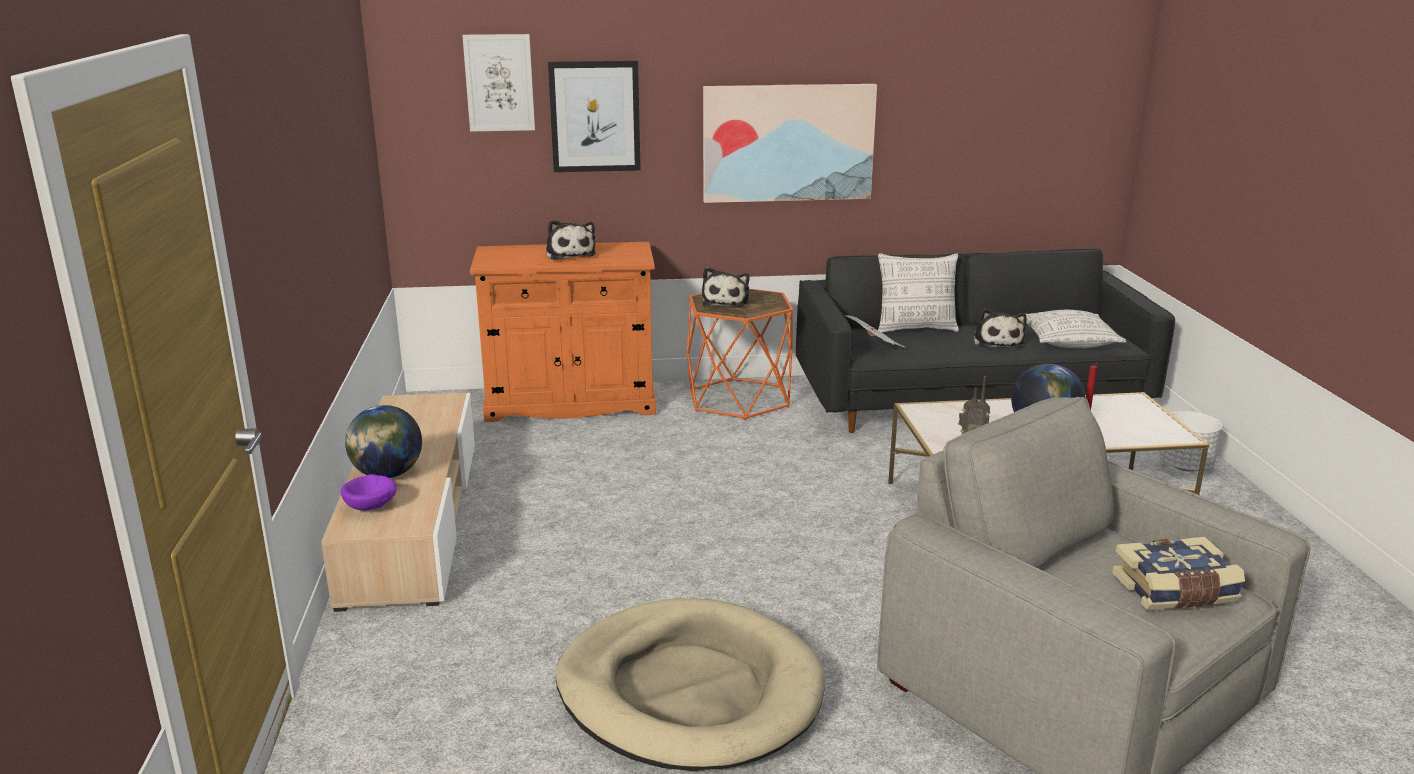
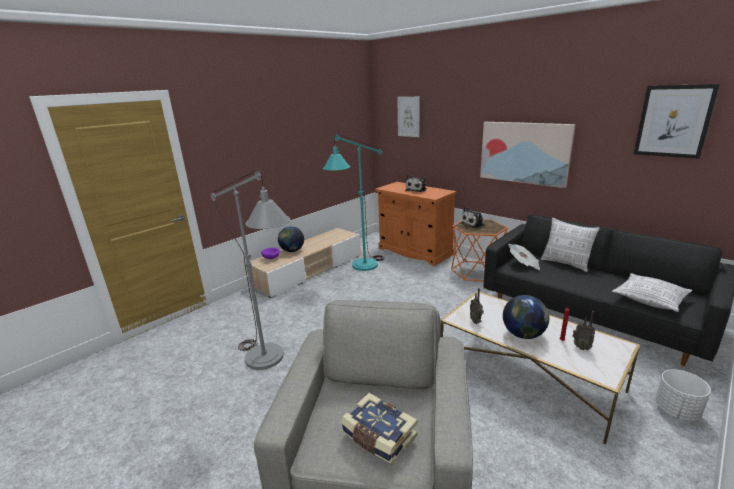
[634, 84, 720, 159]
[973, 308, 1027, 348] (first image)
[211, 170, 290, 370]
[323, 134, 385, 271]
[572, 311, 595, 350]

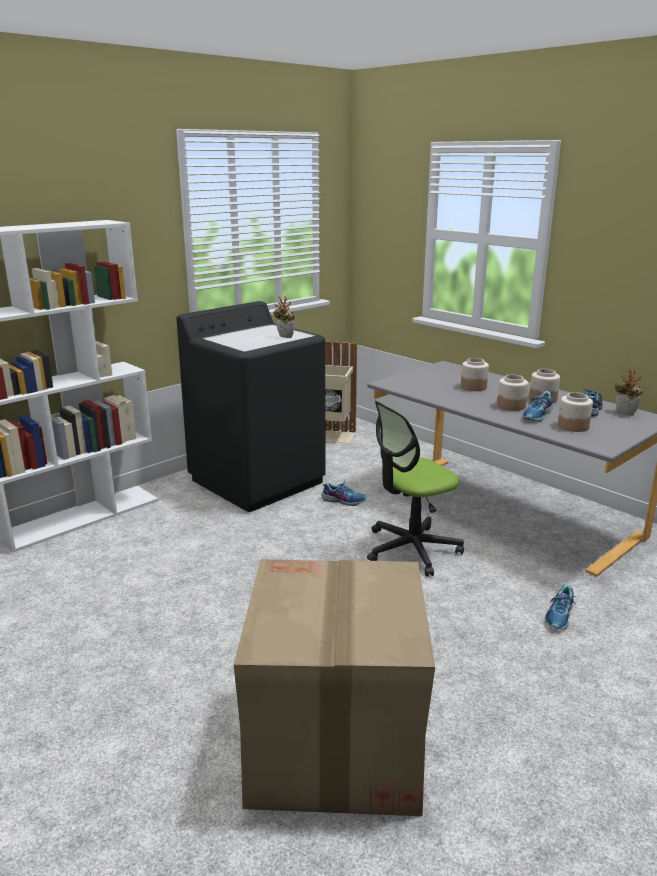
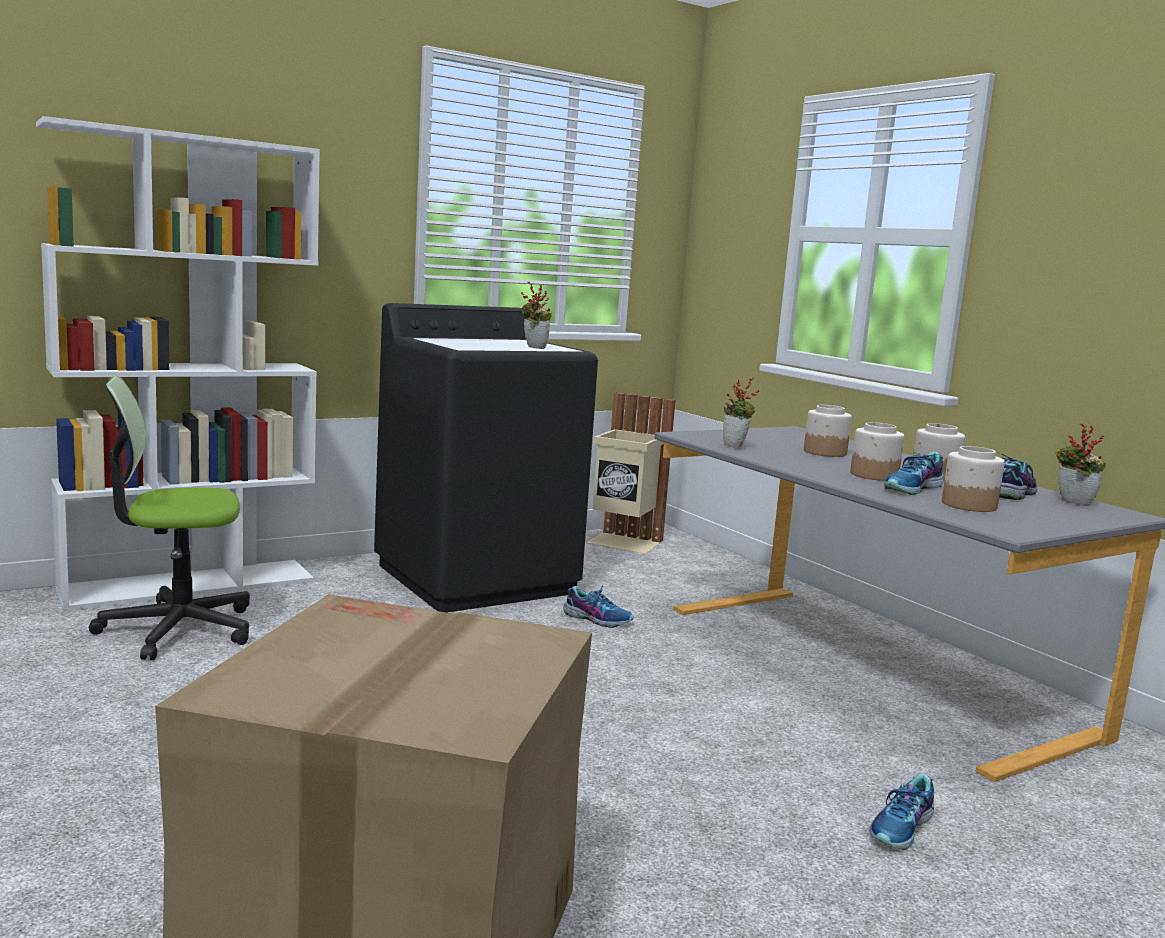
[89, 376, 250, 660]
[723, 377, 759, 448]

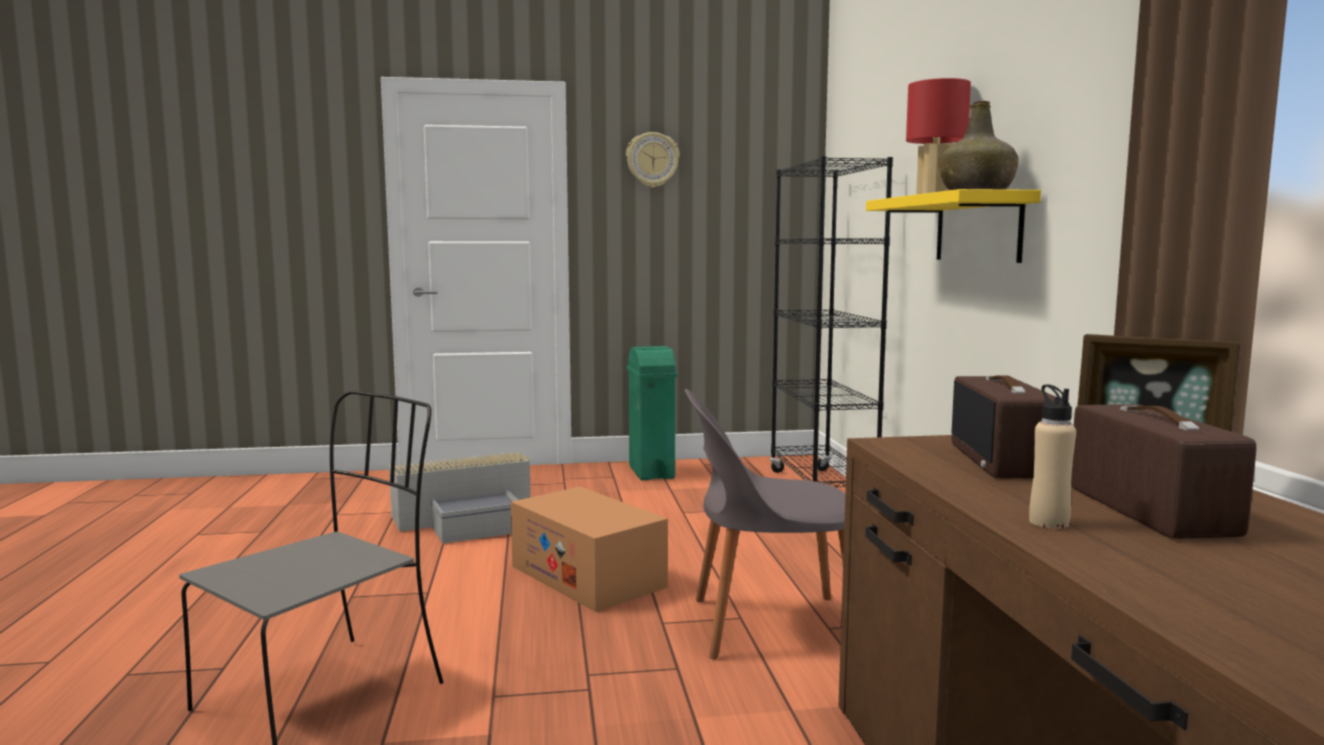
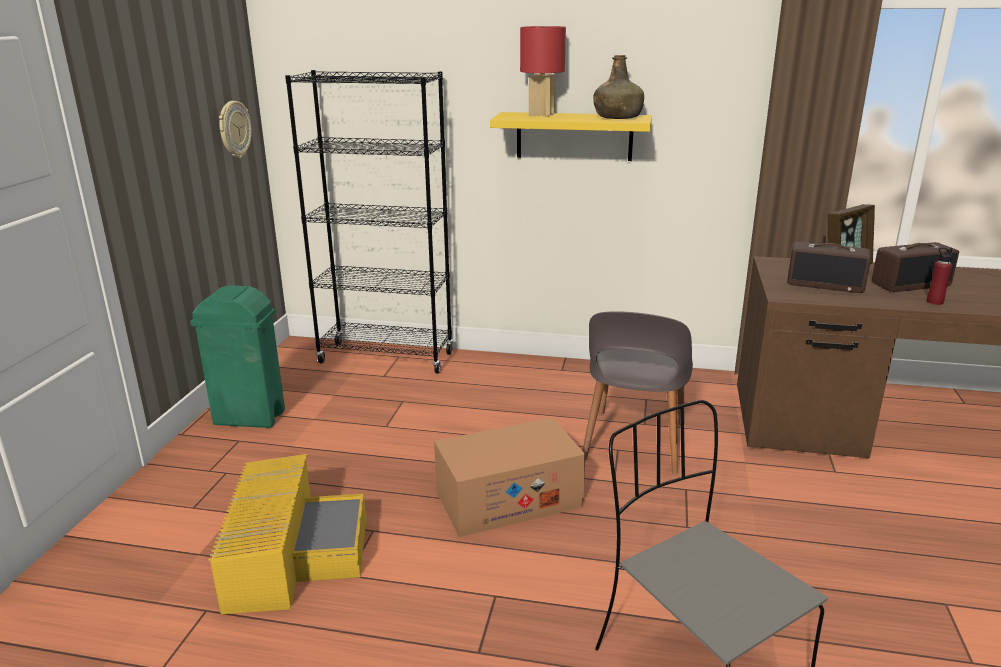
[219, 101, 252, 158]
[927, 247, 953, 305]
[872, 242, 959, 292]
[208, 454, 366, 614]

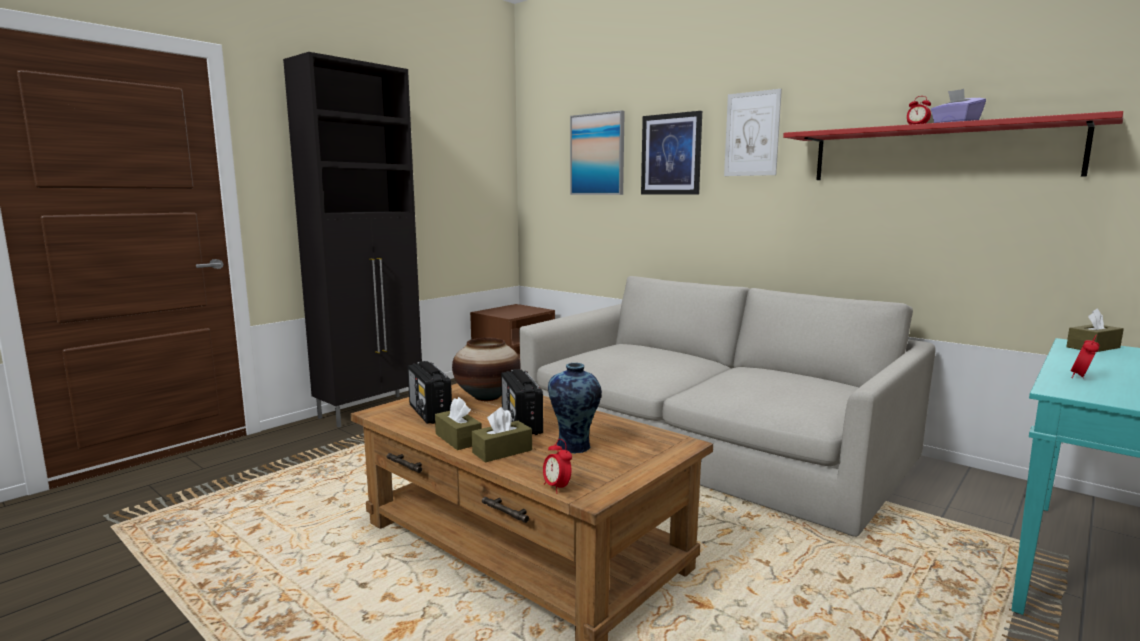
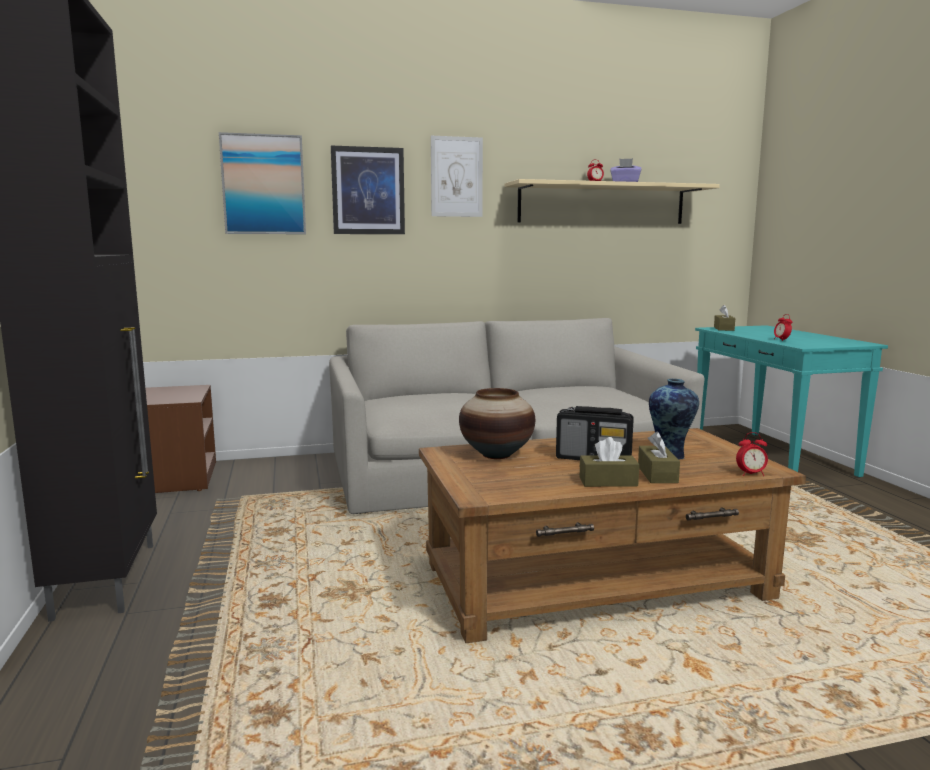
[504, 179, 720, 224]
[408, 361, 452, 424] (first image)

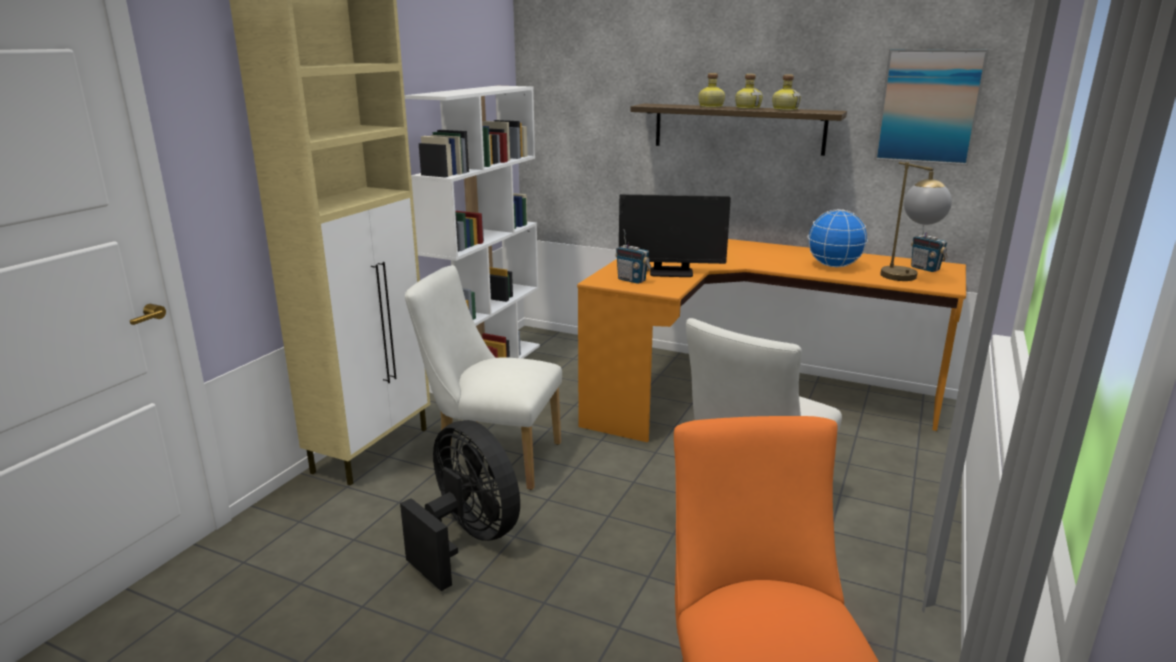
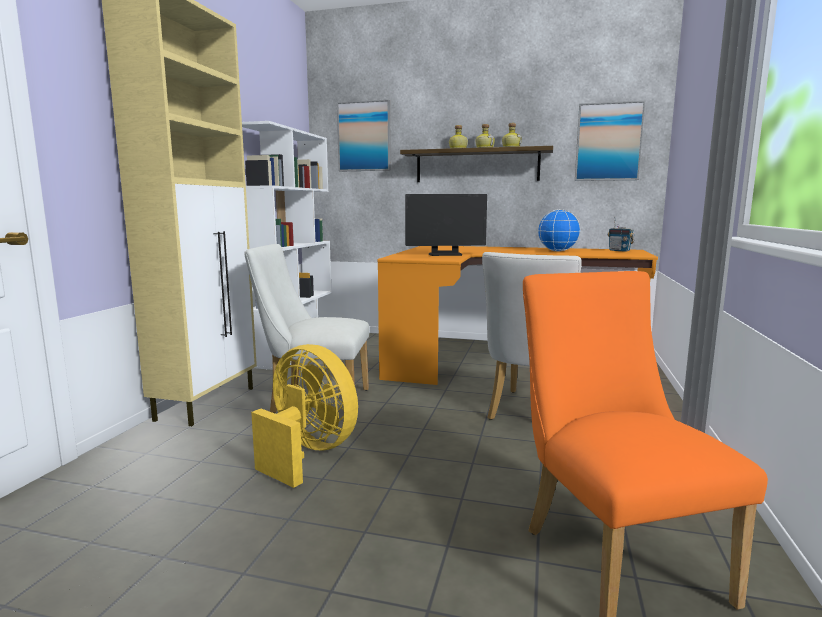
[880, 162, 952, 281] (first image)
[615, 229, 651, 284] (first image)
[251, 344, 358, 488]
[337, 100, 391, 171]

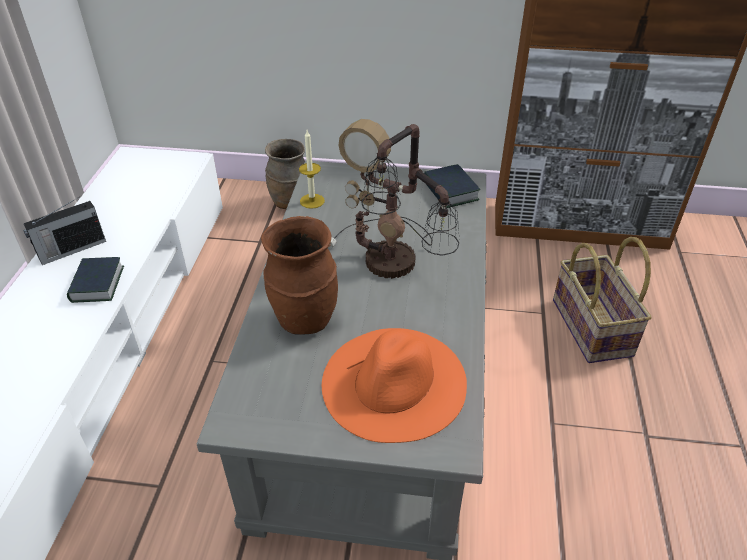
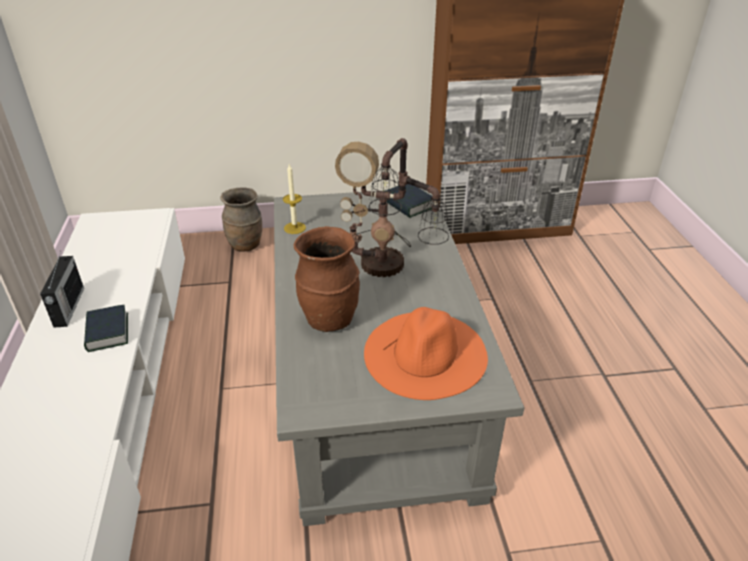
[40, 251, 84, 327]
[553, 237, 652, 363] (first image)

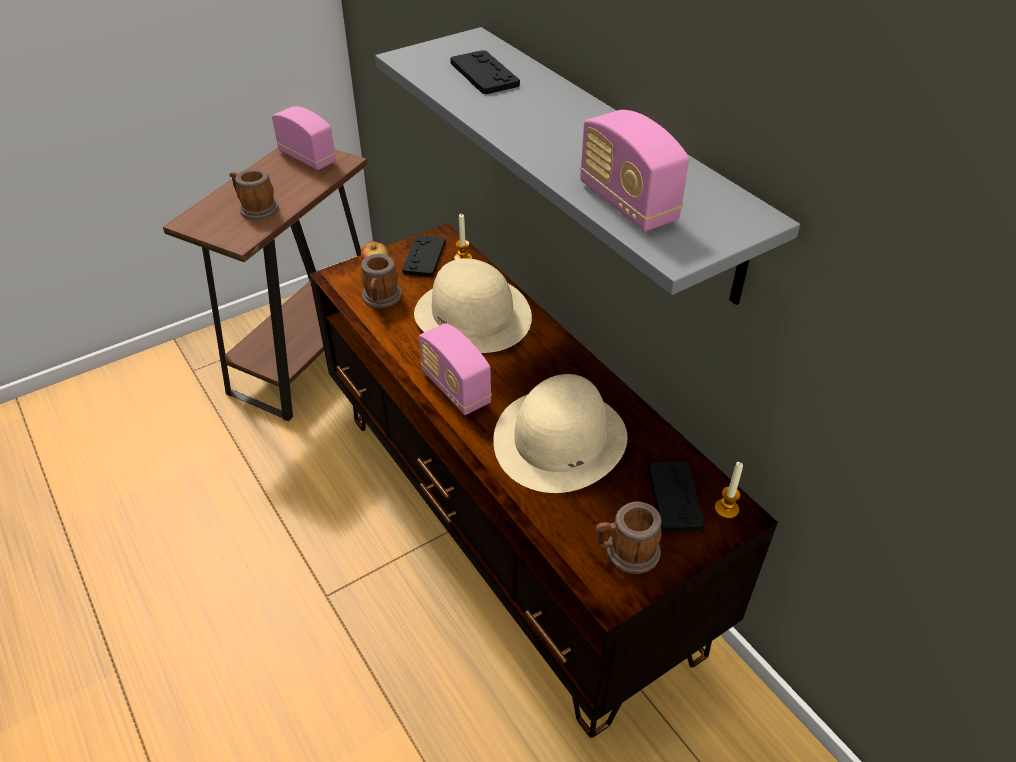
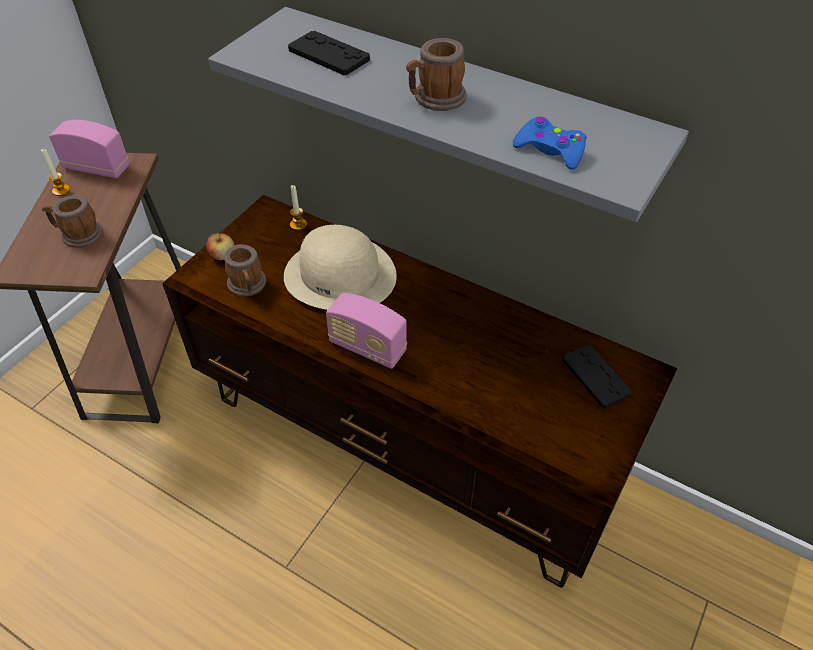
[513, 116, 587, 170]
[402, 235, 446, 277] (first image)
[493, 374, 628, 493] (first image)
[41, 149, 70, 196]
[406, 38, 467, 111]

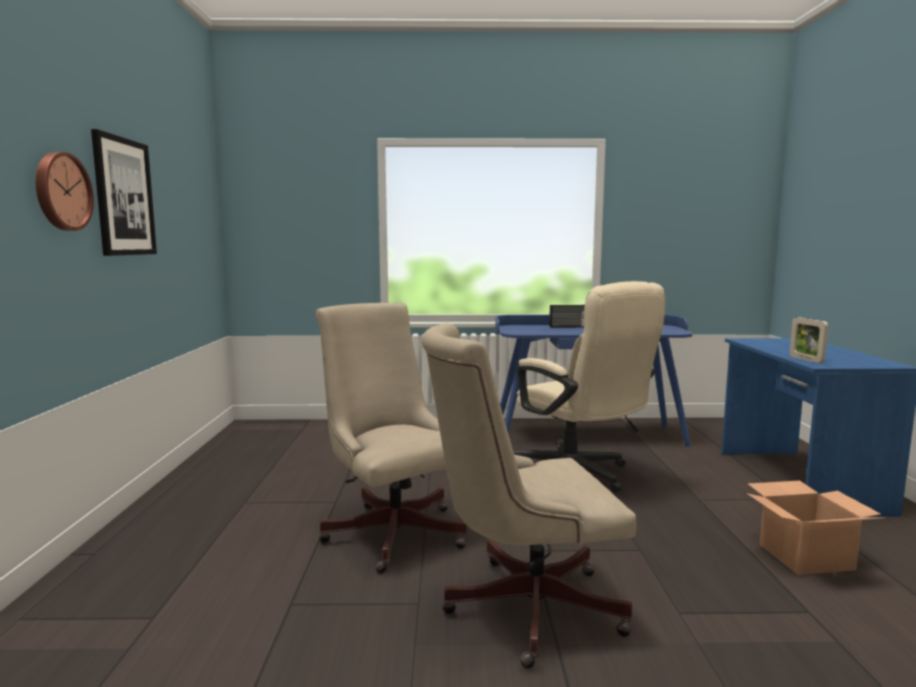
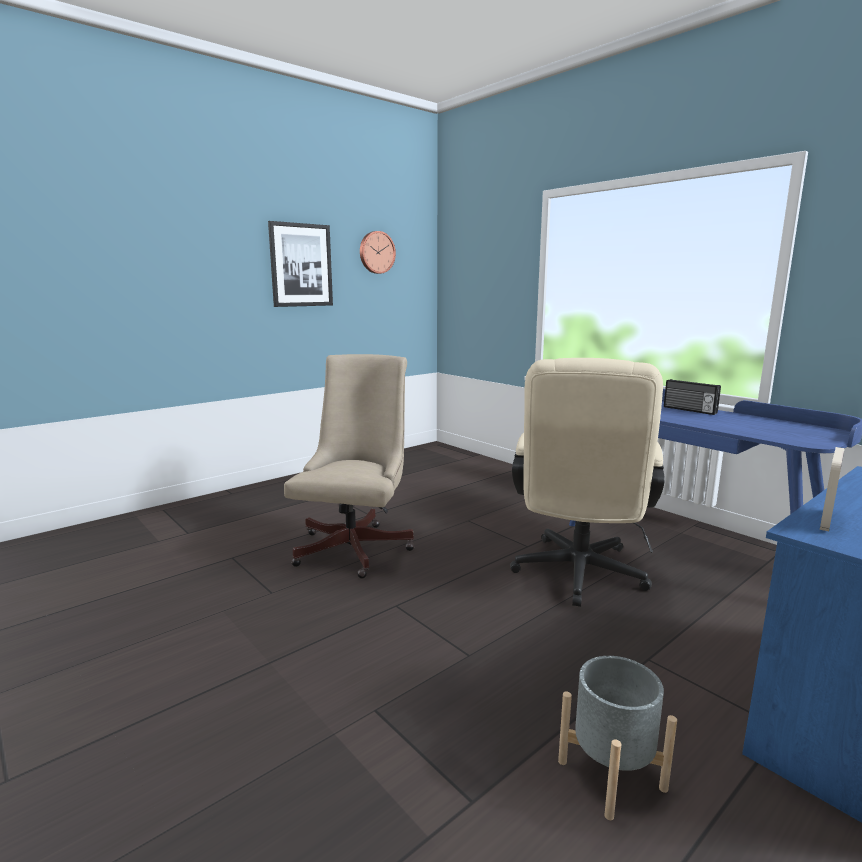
[360, 231, 396, 274]
[422, 323, 636, 668] (first image)
[558, 656, 677, 820]

